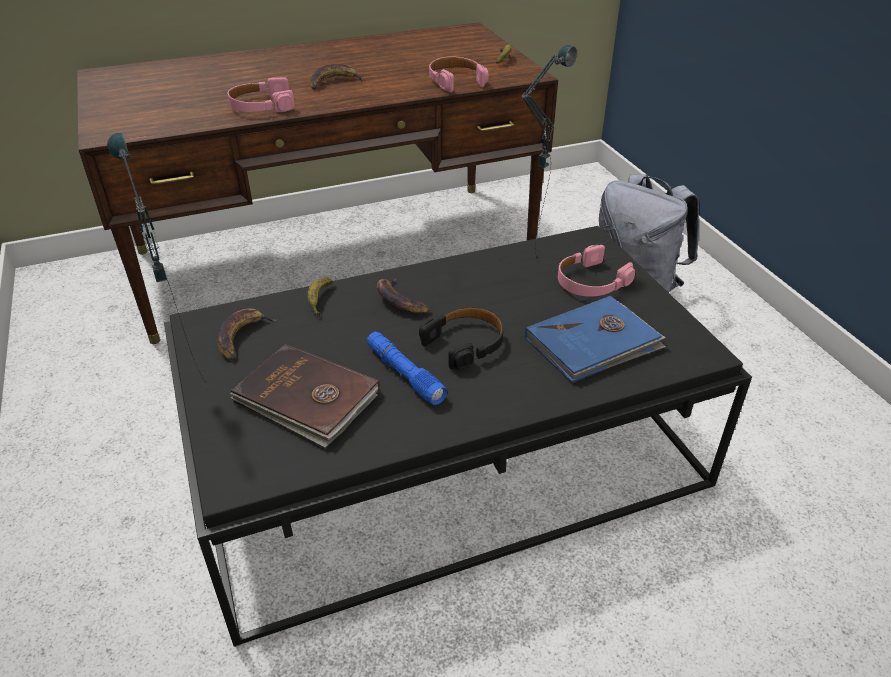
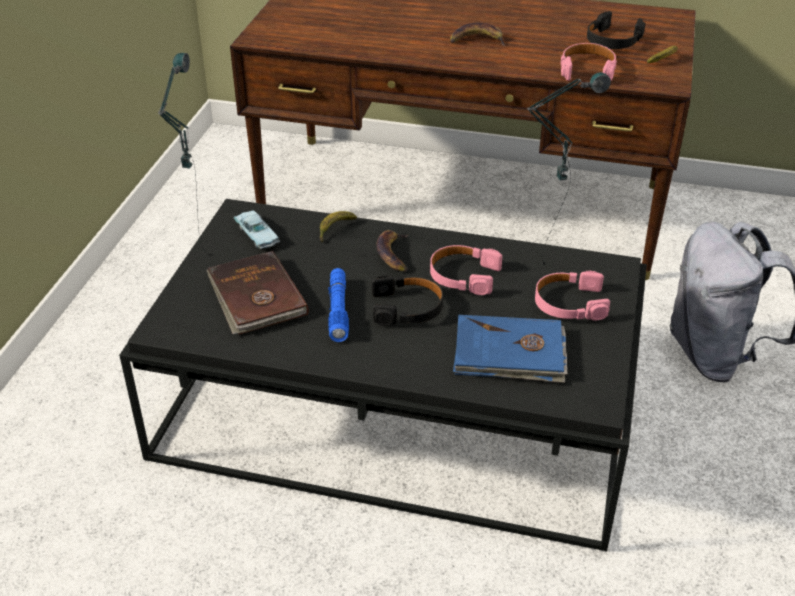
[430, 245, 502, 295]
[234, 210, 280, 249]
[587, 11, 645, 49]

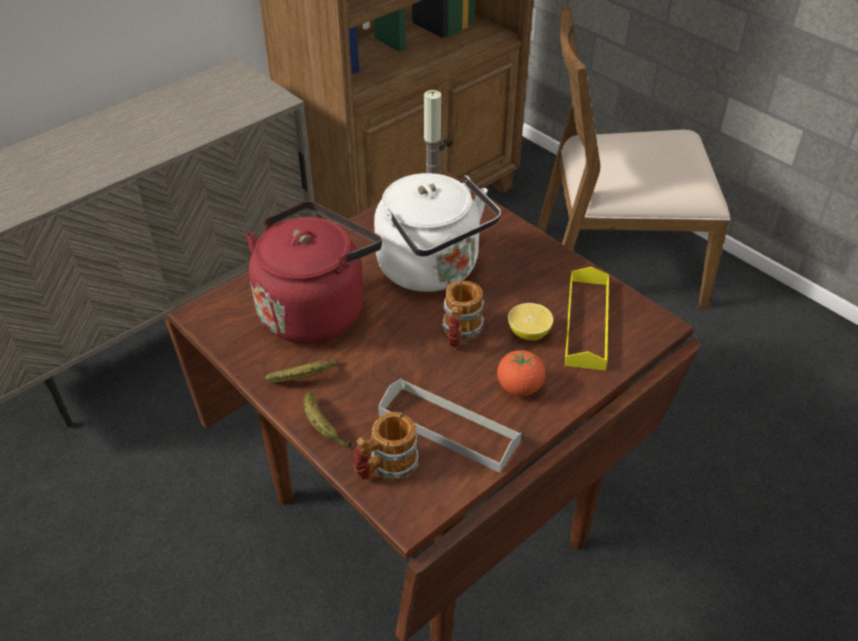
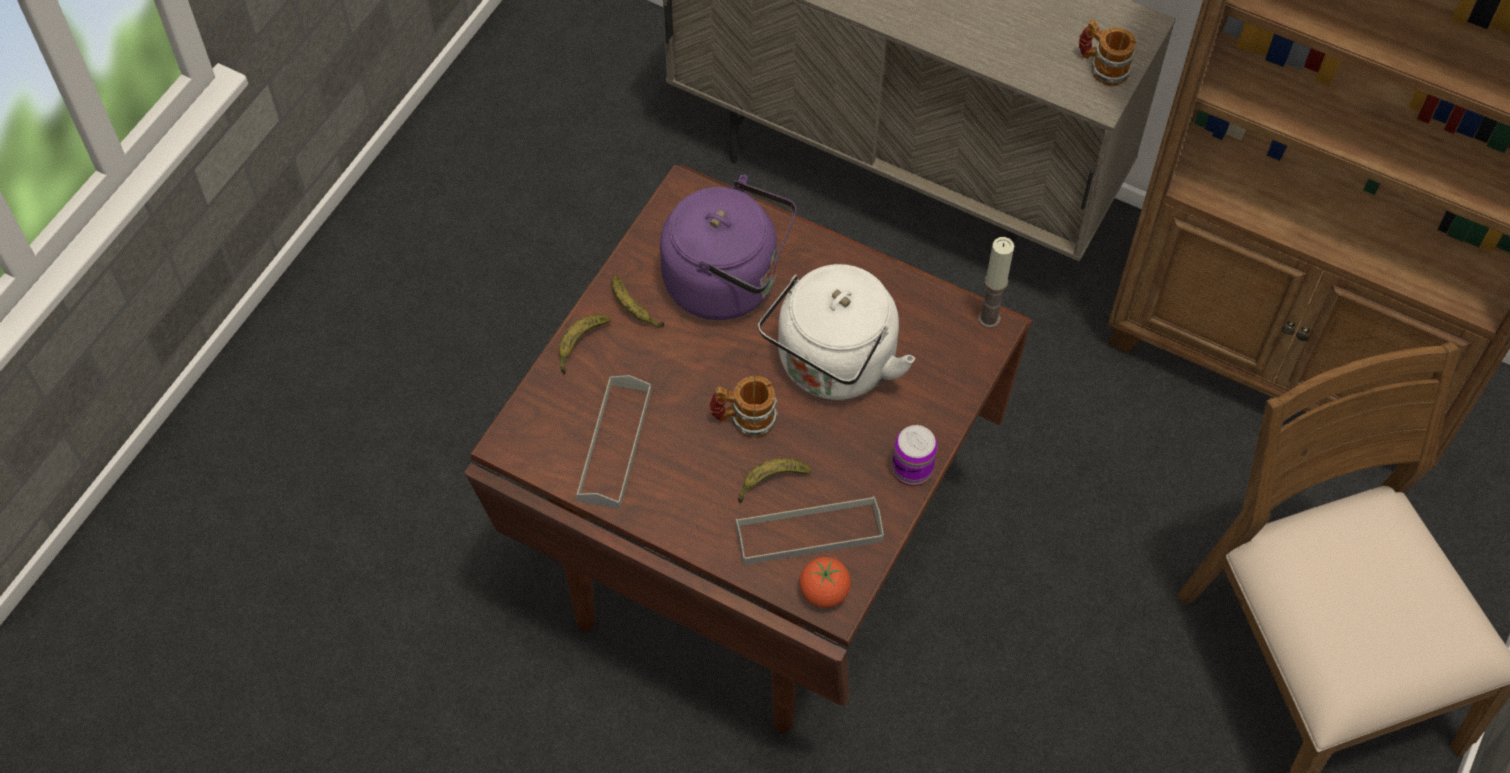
[660, 175, 796, 320]
[736, 496, 884, 565]
[738, 458, 811, 503]
[799, 557, 851, 608]
[1079, 20, 1136, 86]
[892, 425, 938, 486]

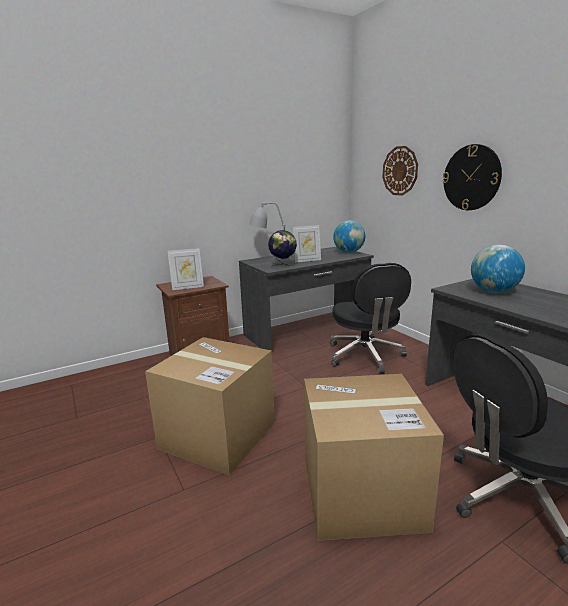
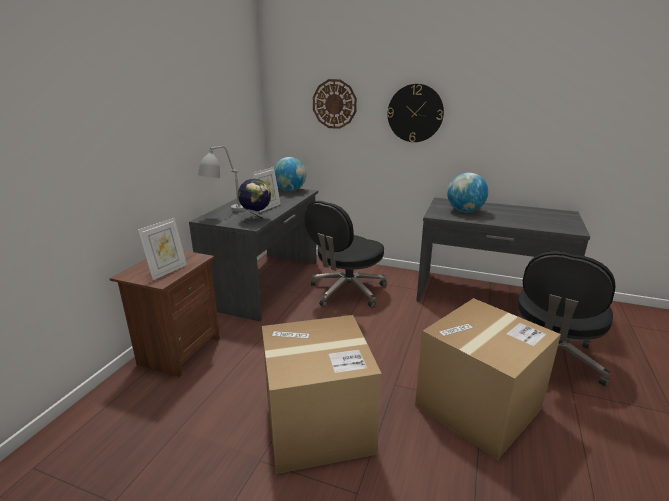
[304, 201, 387, 308]

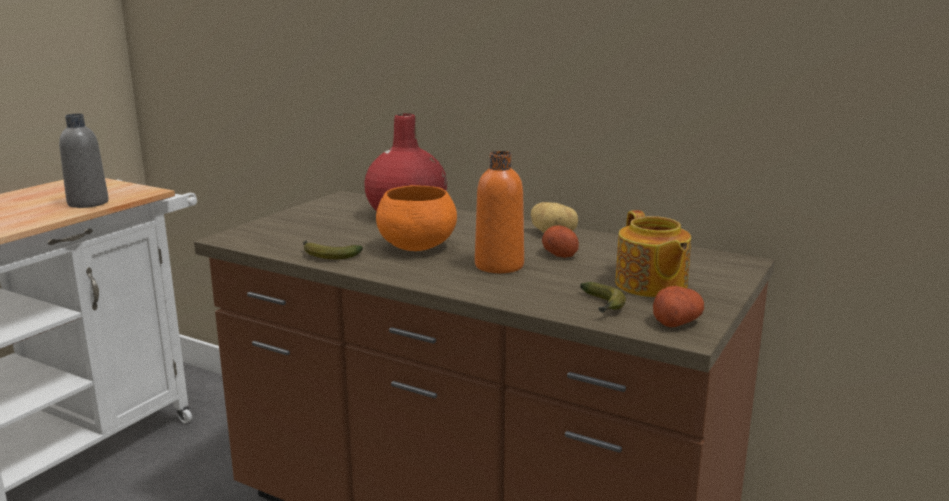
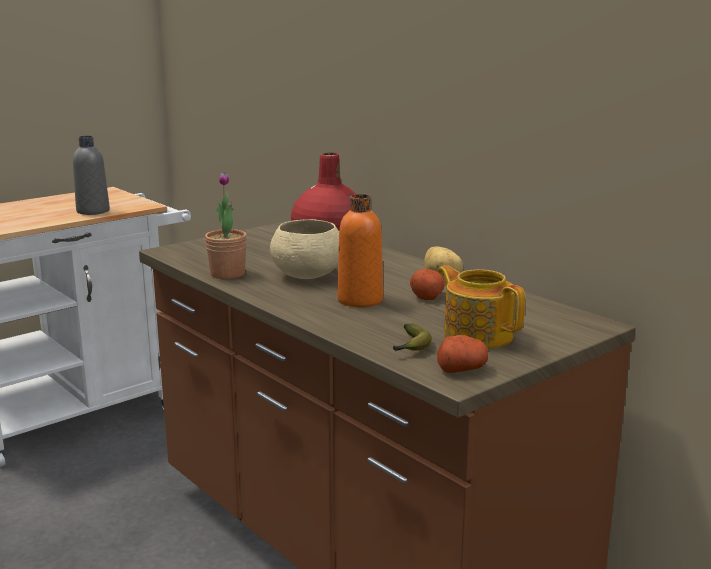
[270, 219, 339, 279]
[438, 265, 525, 349]
[205, 172, 247, 279]

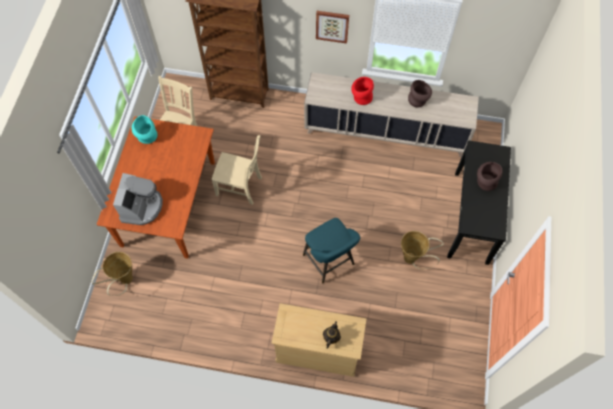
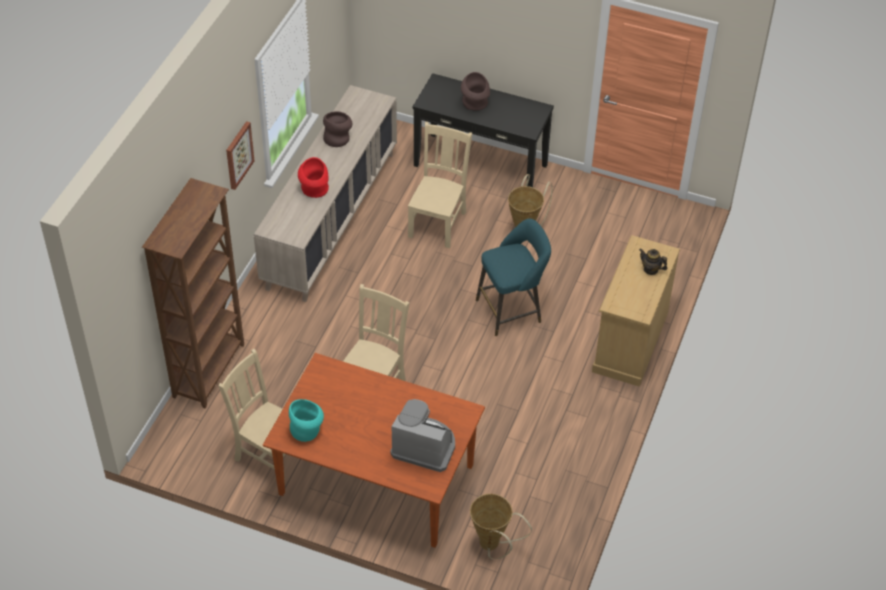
[408, 122, 472, 248]

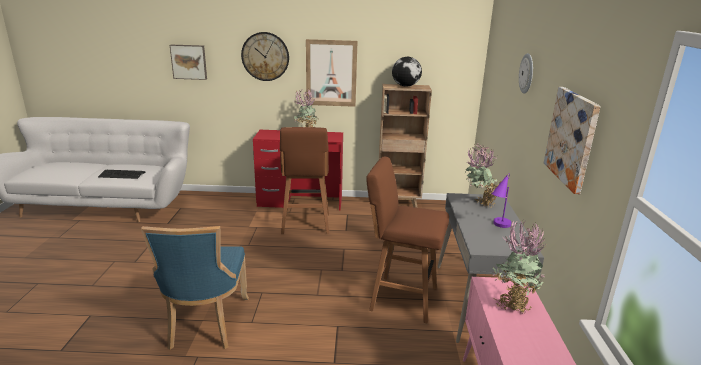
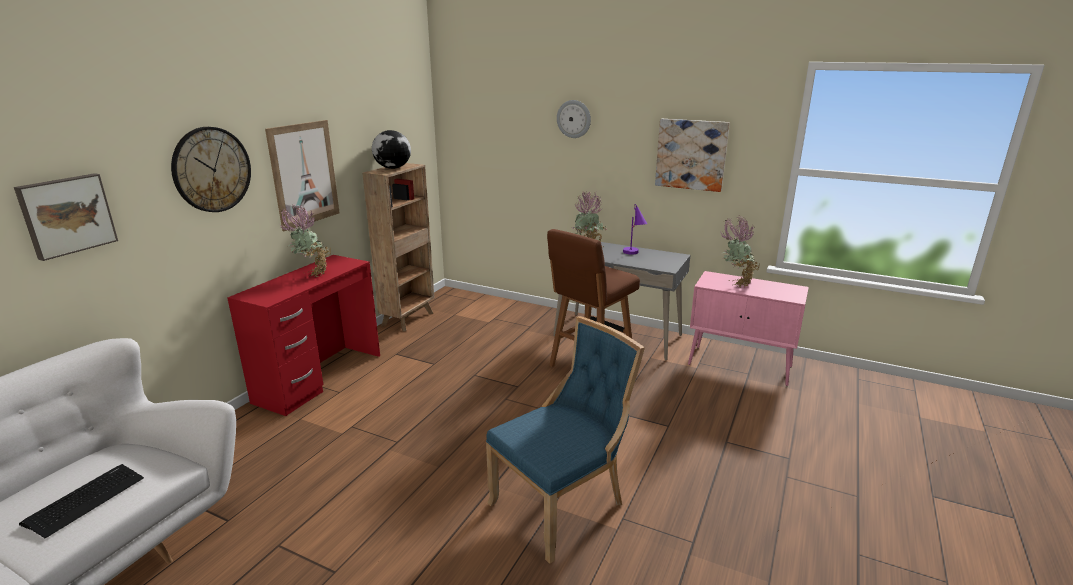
[280, 127, 330, 234] (first image)
[486, 316, 645, 564]

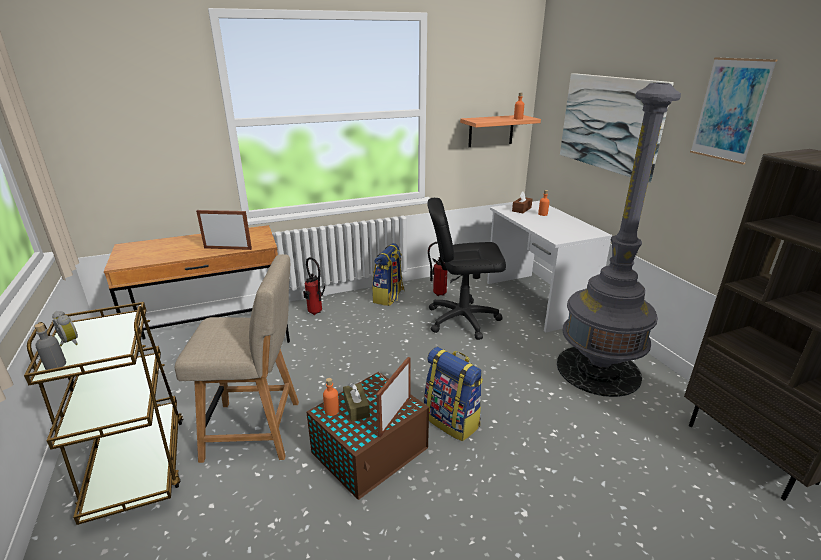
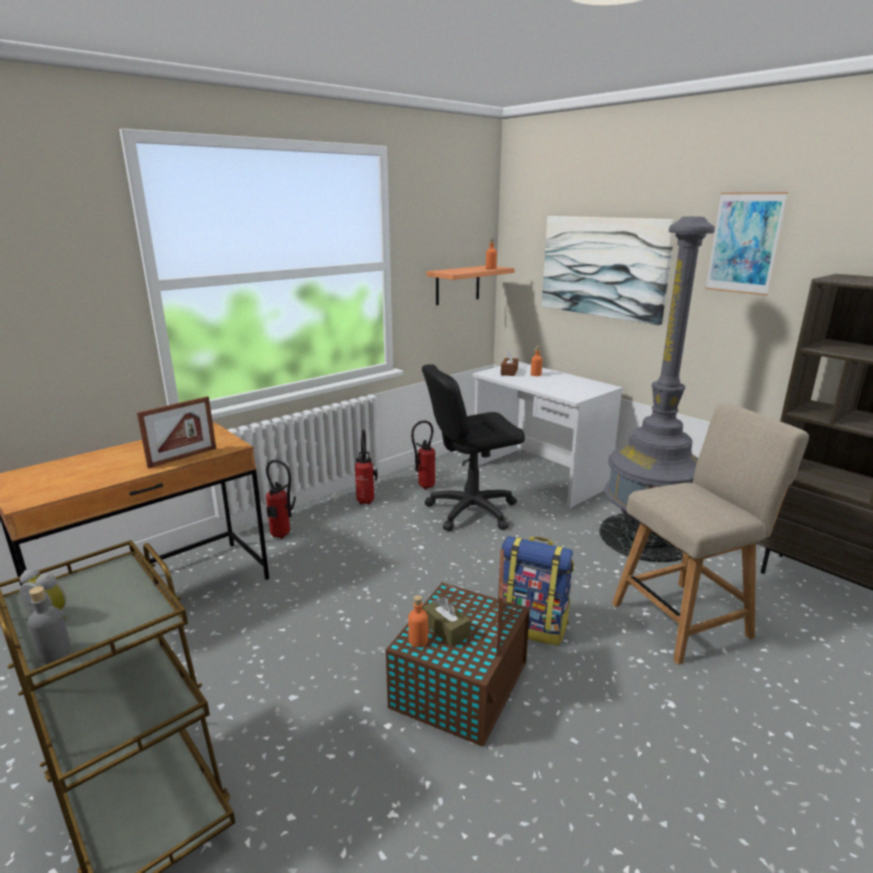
[137, 396, 216, 468]
[355, 429, 377, 505]
[612, 403, 809, 665]

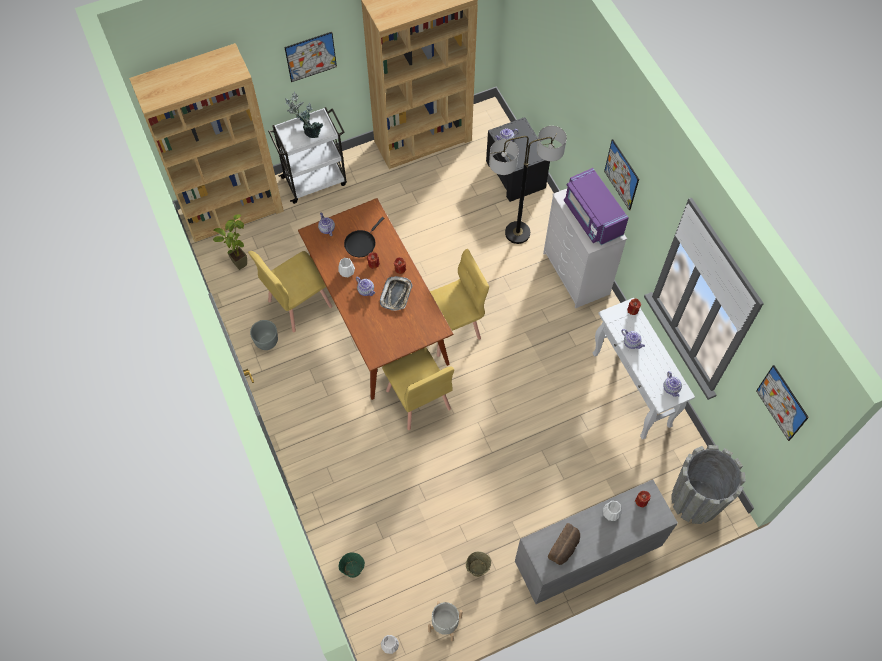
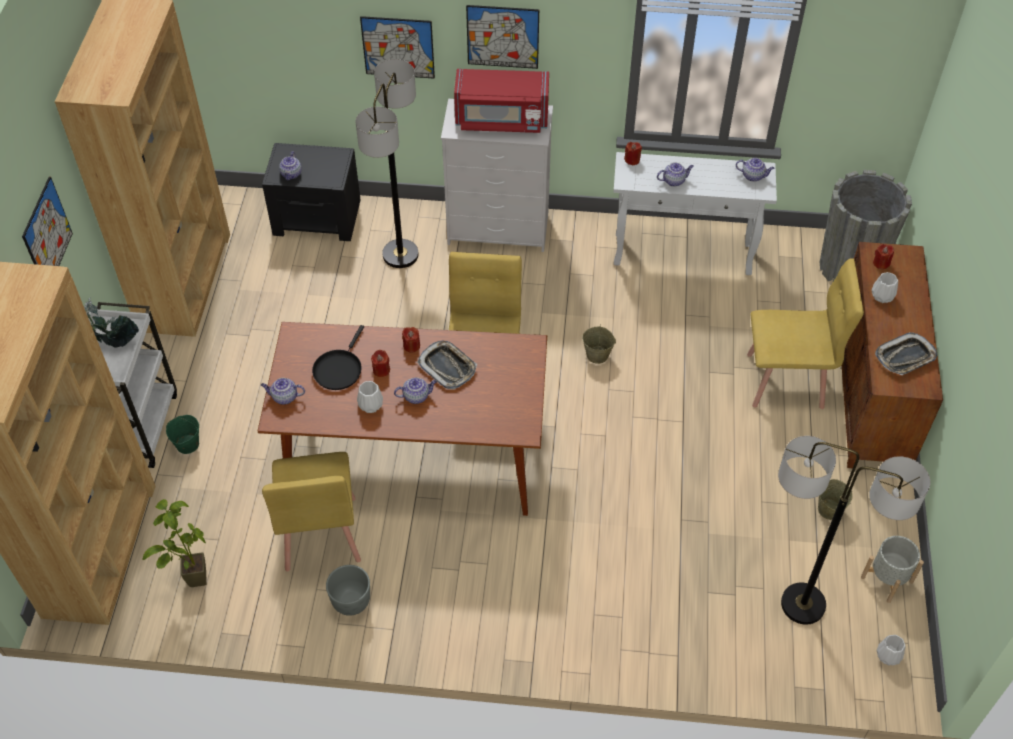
[454, 69, 549, 133]
[312, 325, 364, 390]
[747, 258, 864, 409]
[360, 16, 435, 79]
[842, 242, 943, 468]
[875, 332, 938, 375]
[166, 415, 199, 454]
[582, 324, 616, 364]
[778, 436, 930, 625]

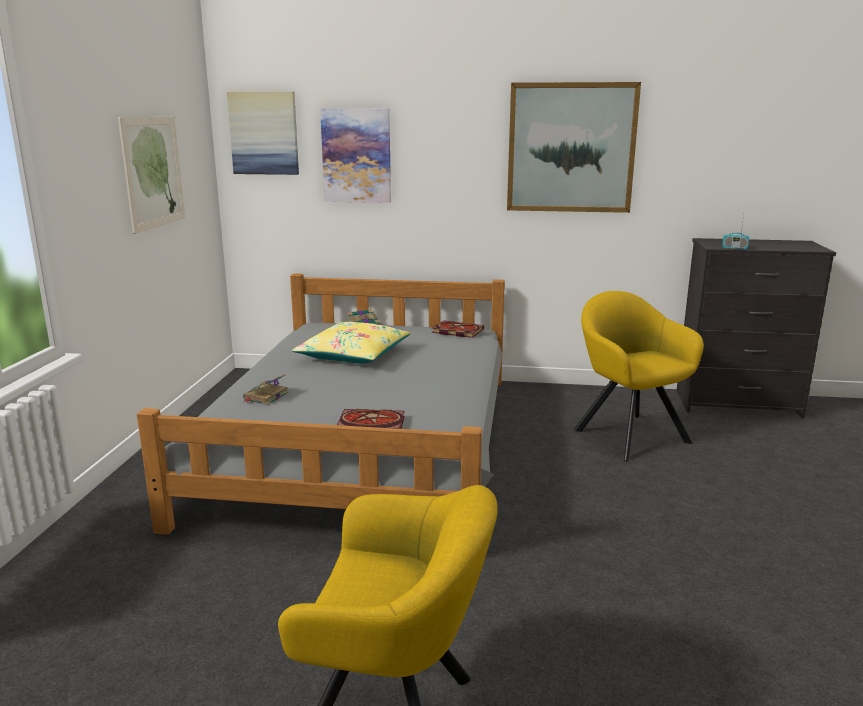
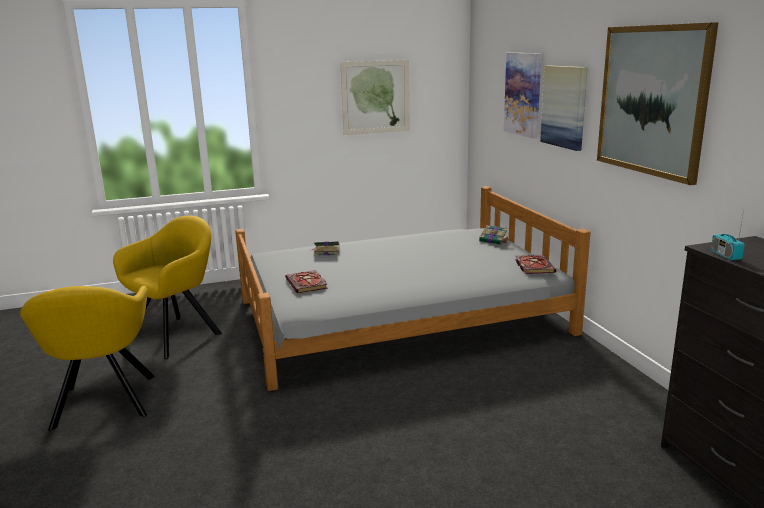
[540, 65, 588, 151]
[113, 216, 222, 359]
[292, 322, 411, 364] (first image)

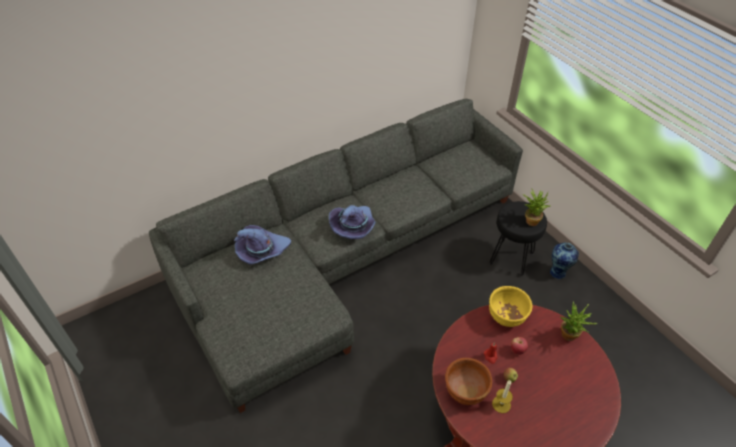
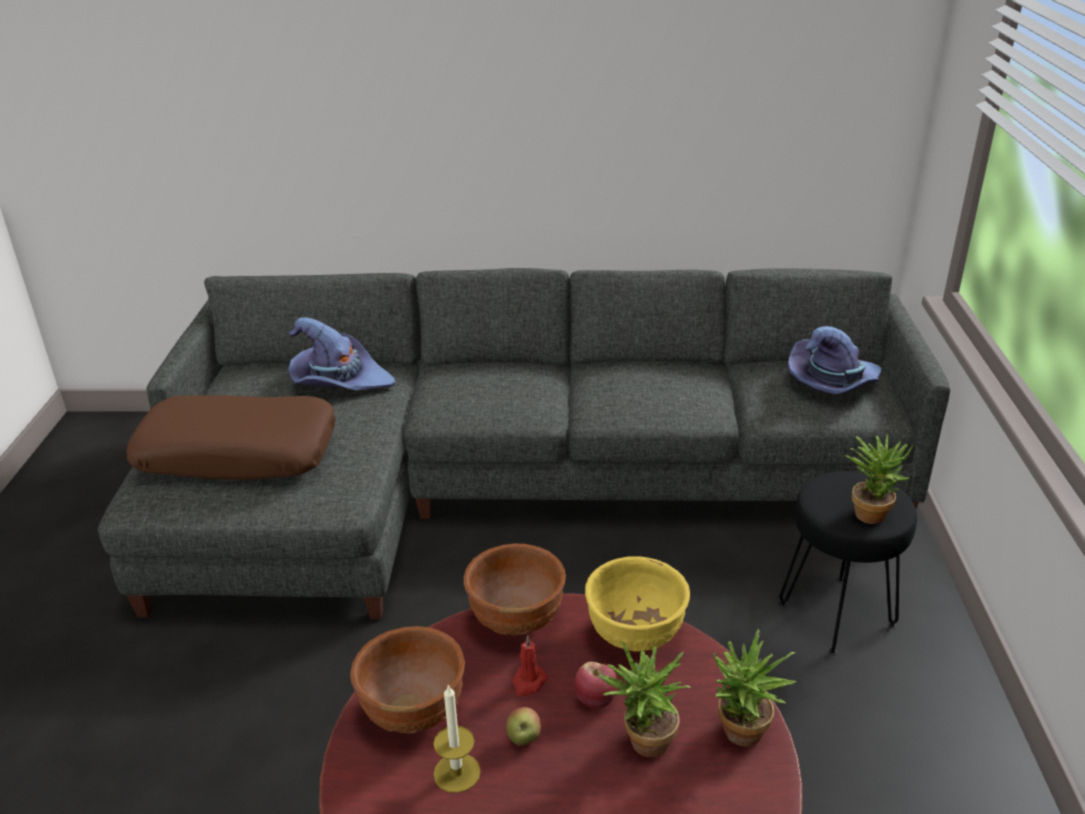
[788, 326, 882, 394]
[550, 242, 579, 279] (first image)
[126, 395, 335, 480]
[464, 544, 566, 635]
[598, 641, 691, 757]

